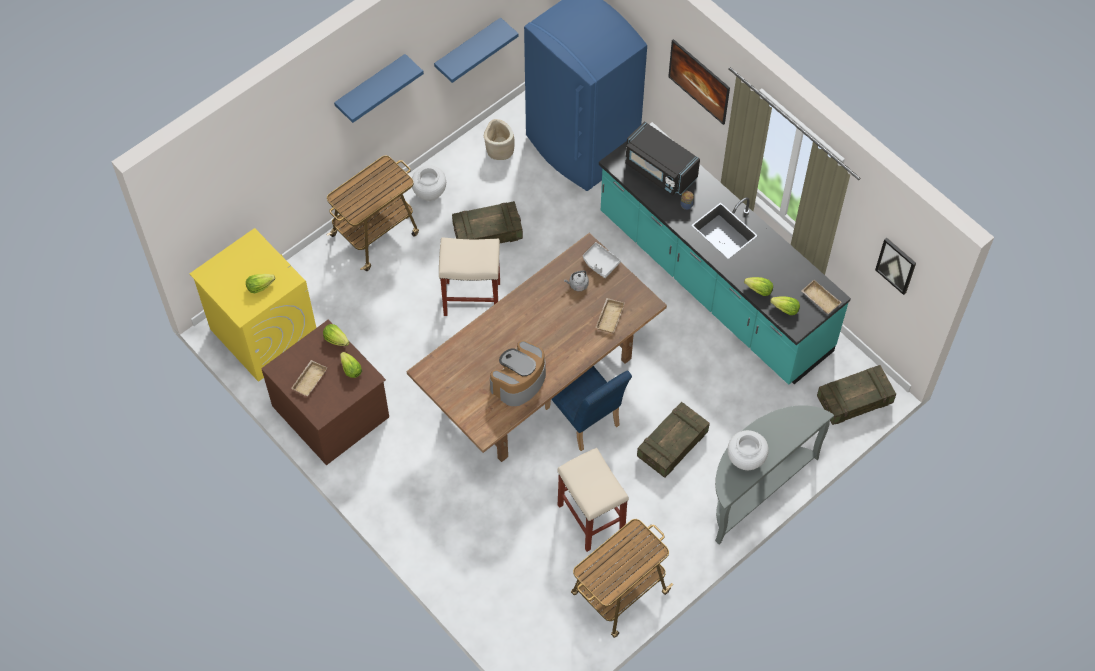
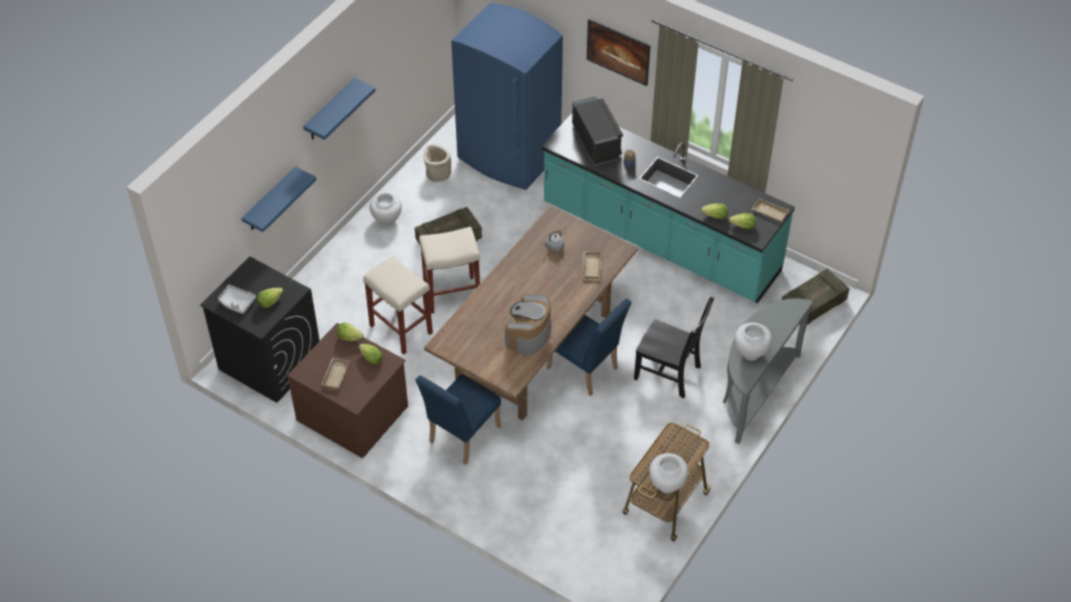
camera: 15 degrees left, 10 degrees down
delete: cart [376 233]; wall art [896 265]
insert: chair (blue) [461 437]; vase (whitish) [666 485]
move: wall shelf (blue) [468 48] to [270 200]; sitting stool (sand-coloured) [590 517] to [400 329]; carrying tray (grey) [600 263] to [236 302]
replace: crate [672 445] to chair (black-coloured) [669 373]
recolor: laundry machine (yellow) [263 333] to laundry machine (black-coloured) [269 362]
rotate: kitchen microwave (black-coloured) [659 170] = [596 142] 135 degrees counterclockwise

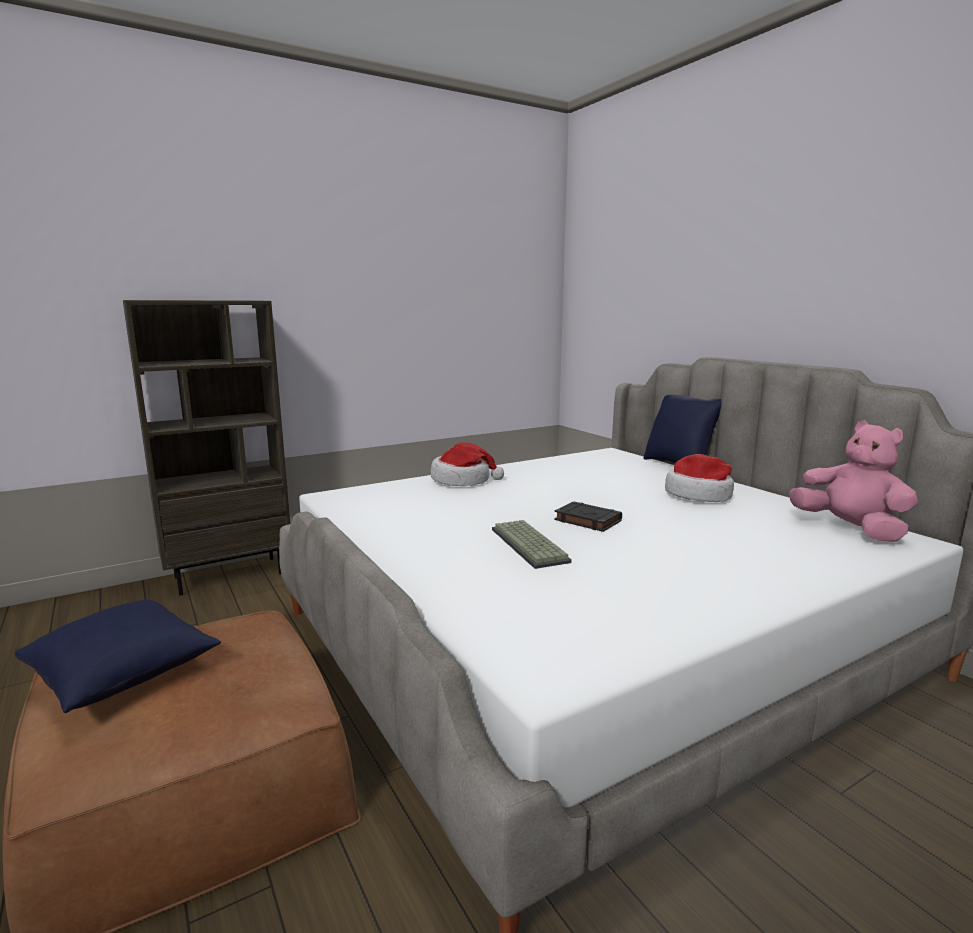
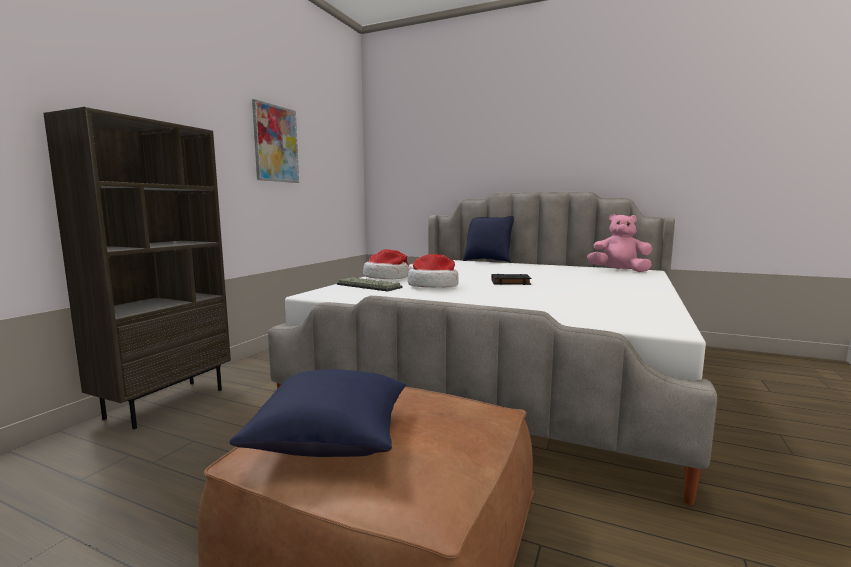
camera: 35 degrees left, 5 degrees down
insert: wall art [275 144]
move: keyboard [531 545] to [370 286]; hat [699 495] to [433 286]

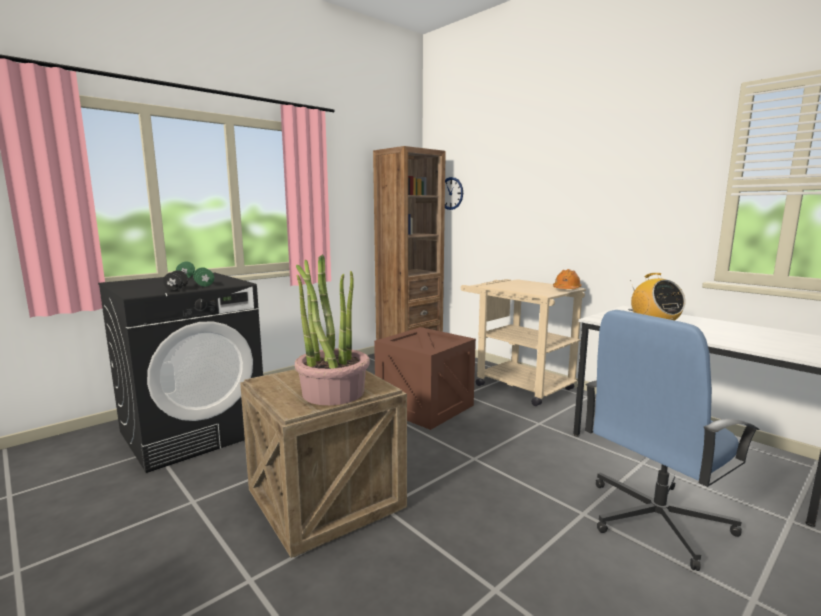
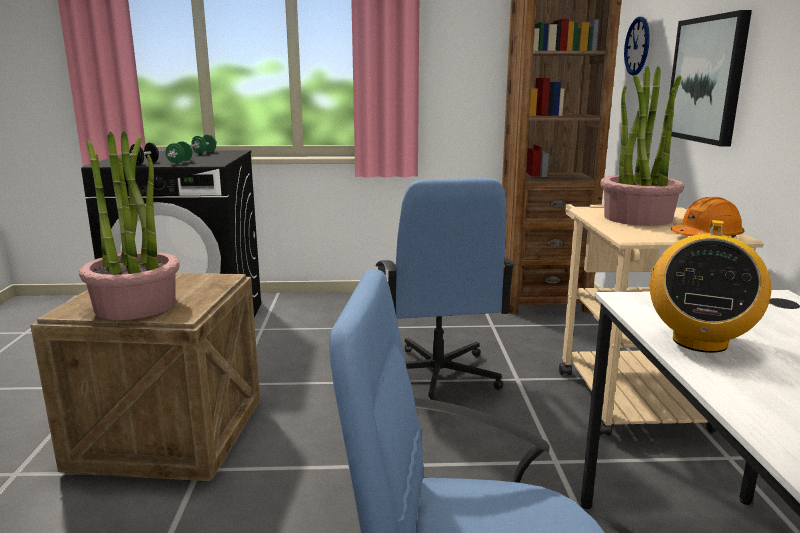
camera: 40 degrees right, 5 degrees up
insert: houseplant [637 218]; wall art [707 79]
replace: crate [424 406] to computer chair (blue) [437 376]

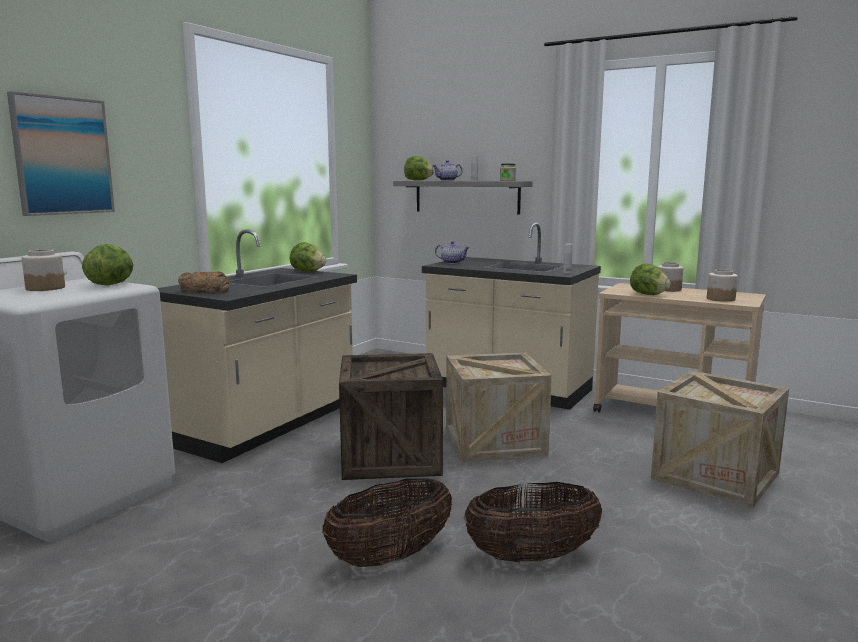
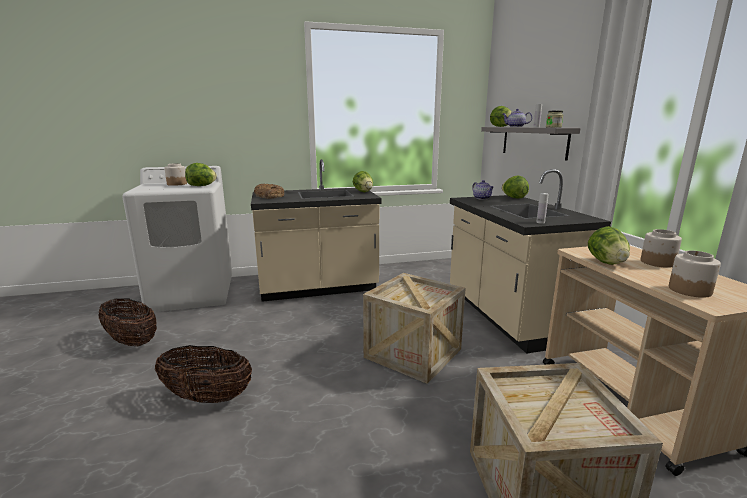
camera: 45 degrees right, 5 degrees up
delete: wall art [62 156]; crate [390 457]
insert: head of lettuce [514 198]
move: basket [532 556] to [132 341]

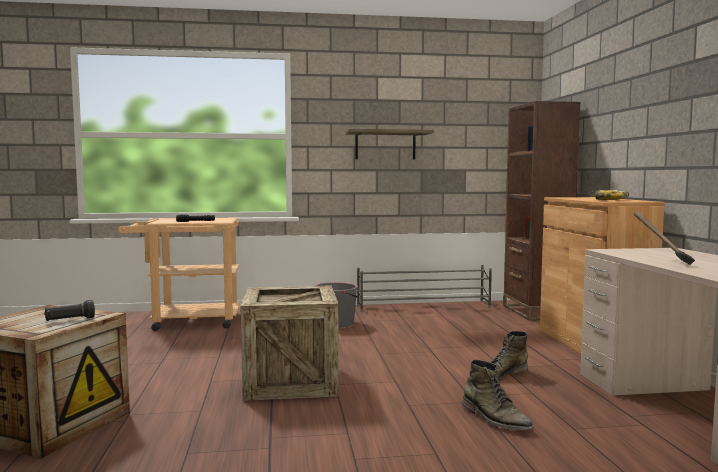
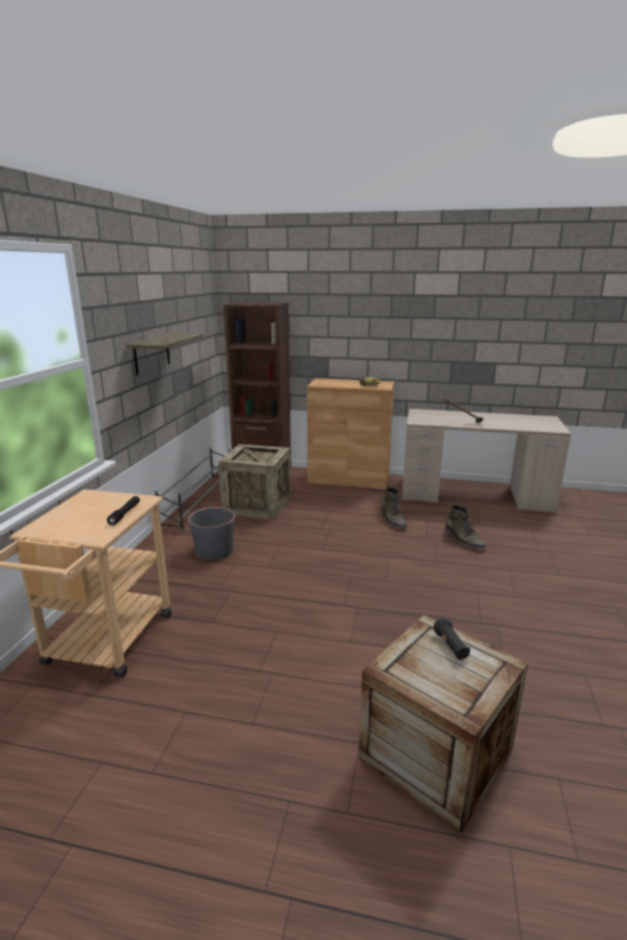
camera: 70 degrees left, 15 degrees up
move: crate [290 381] to [257 505]
rotate: boot (greenish) [495 419] = [463 540] 75 degrees clockwise

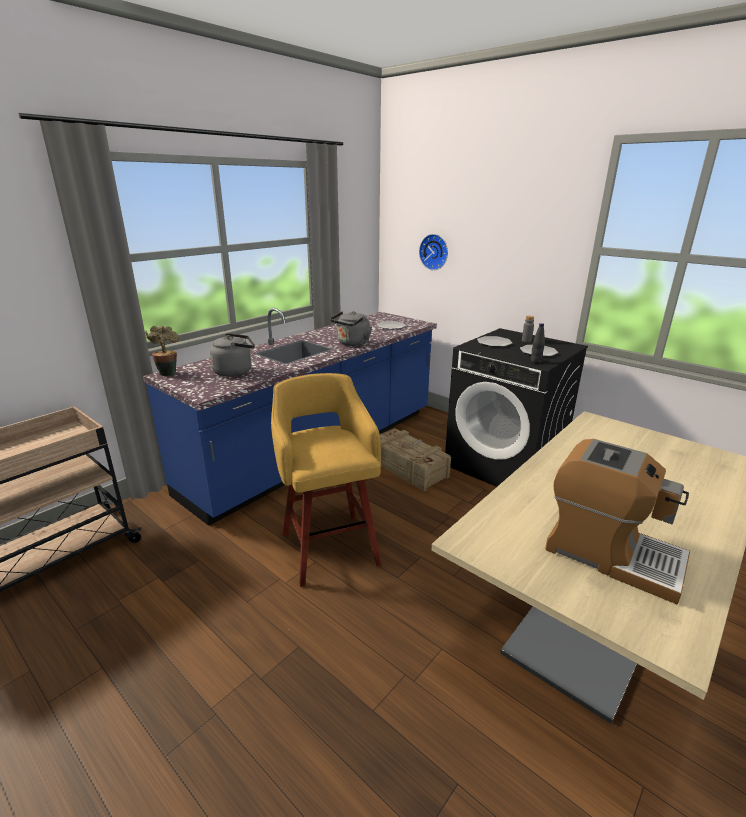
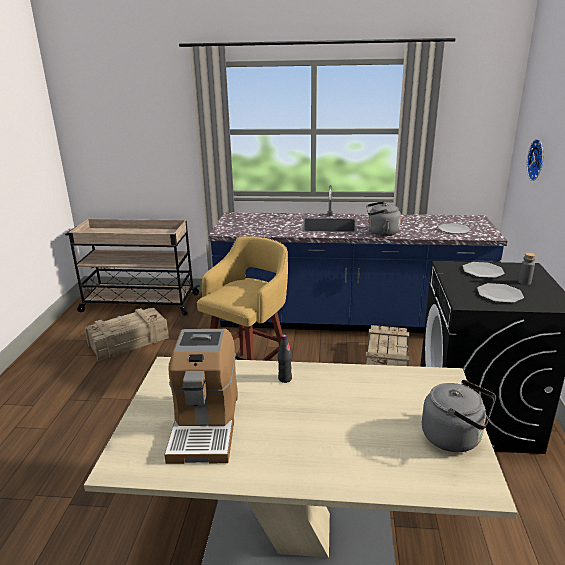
camera: 55 degrees right, 0 degrees up
delete: houseplant [168 373]
insert: crate [128 342]
move: kettle (grey) [235 371] to [455 438]; drink bottle (black-coloured) [535 361] to [285 379]

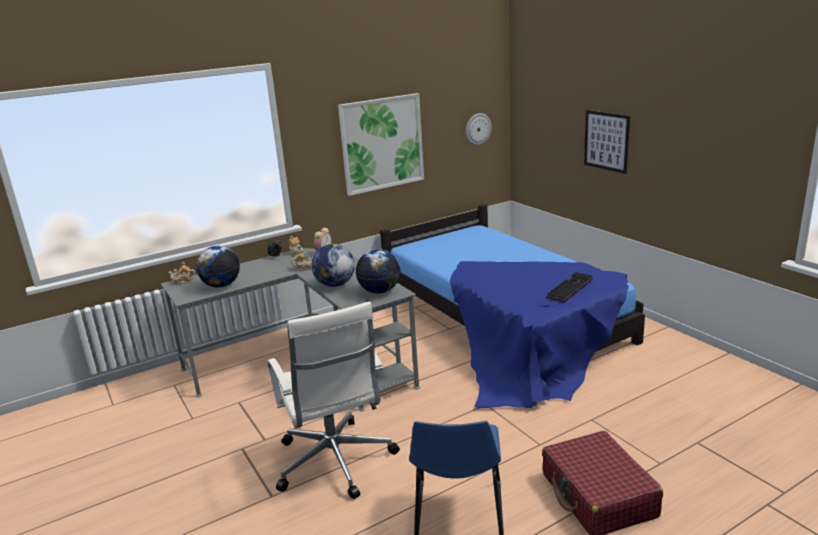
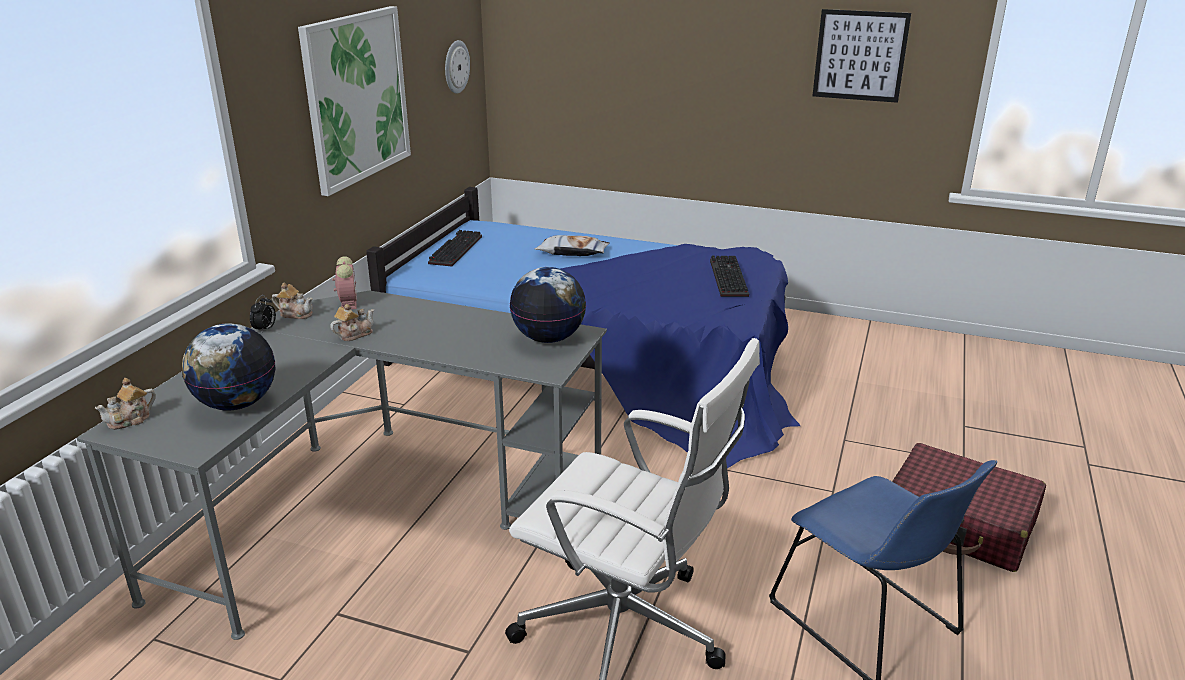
camera: 40 degrees left, 5 degrees up
delete: world globe [335 285]
insert: keyboard [455 249]; pillow [572 252]
move: wall art [606 141] to [860 55]

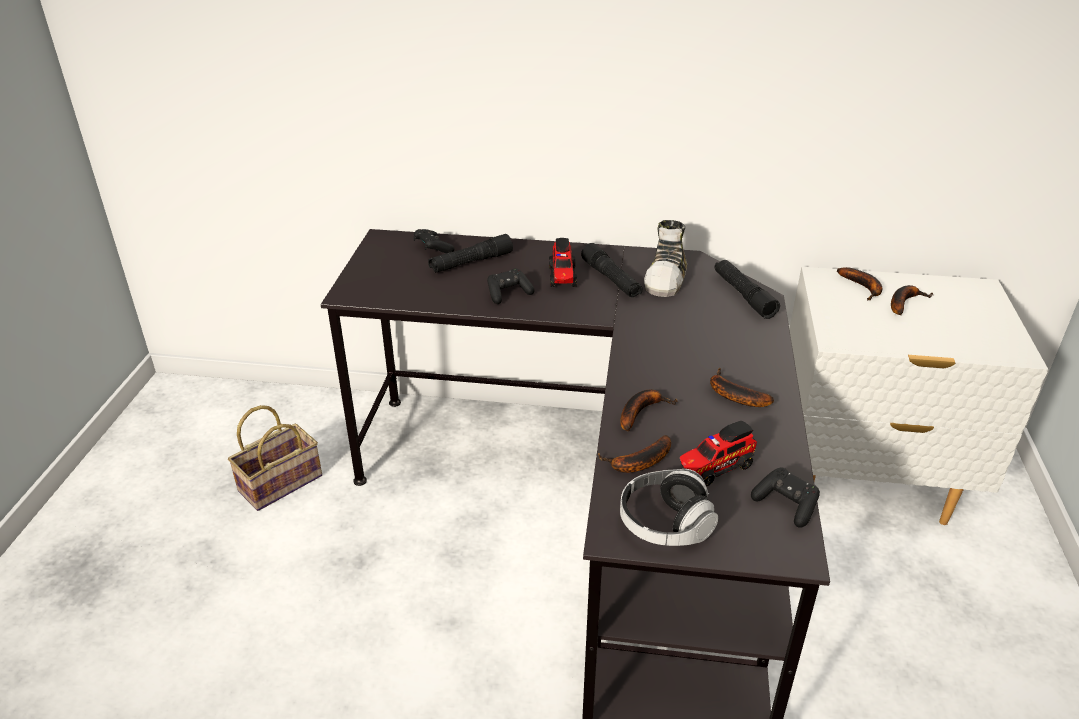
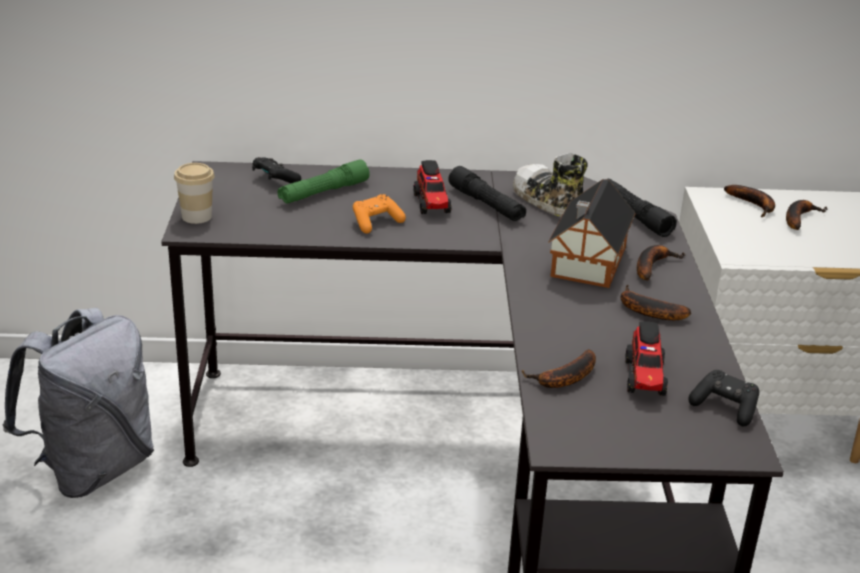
camera: 10 degrees left, 5 degrees down
delete: pair of headphones [665 524]
insert: cup [196 216]; model house [586 263]
move: banana fruit [641 411] to [652 266]
replace: basket [281 481] to backpack (grey) [93 468]
recolor: flashlight (black-coloured) [471 262] to flashlight (greenish) [323 192]; gamepad (black-coloured) [508 294] to gamepad (orangey) [376 222]
rotate: item of footwear [667 278] = [547 201] 135 degrees clockwise; toy lorry [714 468] = [644 379] 45 degrees counterclockwise

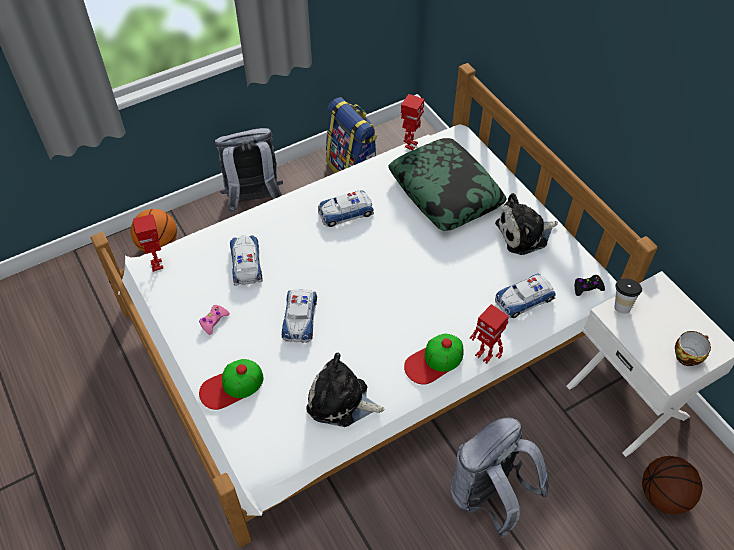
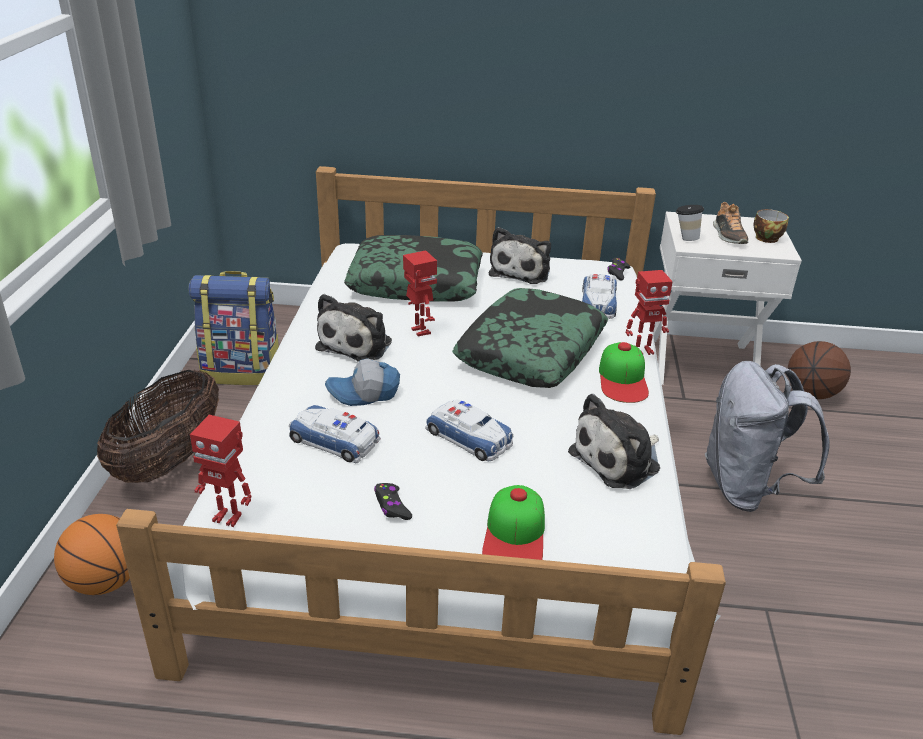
camera: 55 degrees left, 20 degrees down
insert: peaked cap [364 393]; pillow [531 351]; item of footwear [728 235]
move: robot figure [410 145] to [419 331]
replace: backpack (grey) [253 200] to basket [169 460]; miniature car [345 212] to plush toy [357 343]
recolor: gamepad (pinkish) [214 321] to gamepad (black-coloured) [392 506]

